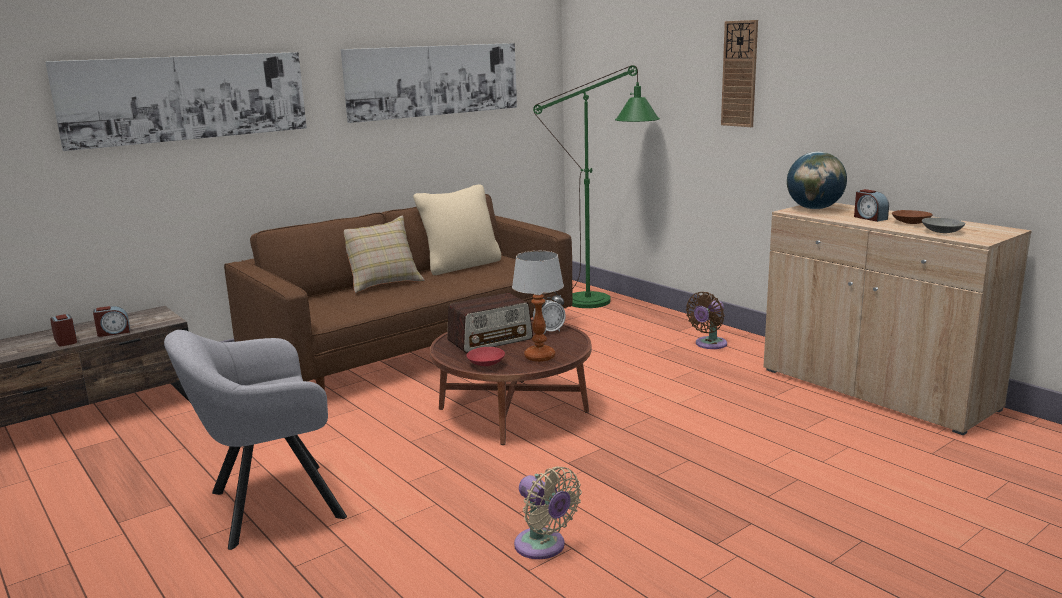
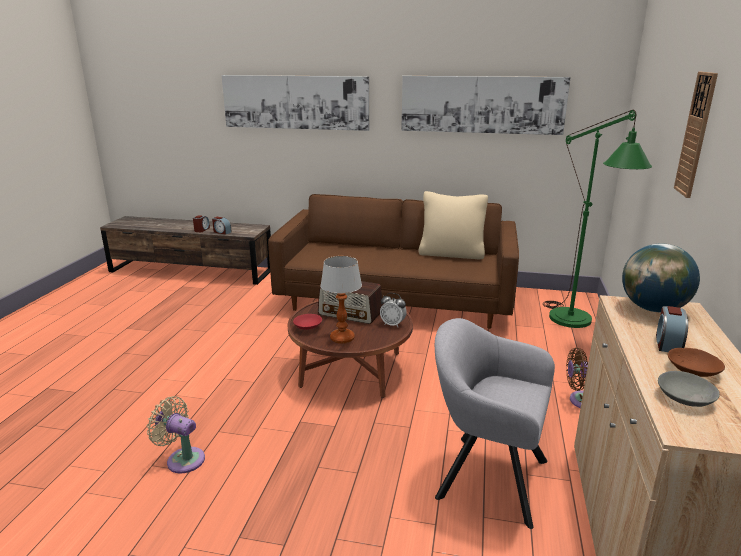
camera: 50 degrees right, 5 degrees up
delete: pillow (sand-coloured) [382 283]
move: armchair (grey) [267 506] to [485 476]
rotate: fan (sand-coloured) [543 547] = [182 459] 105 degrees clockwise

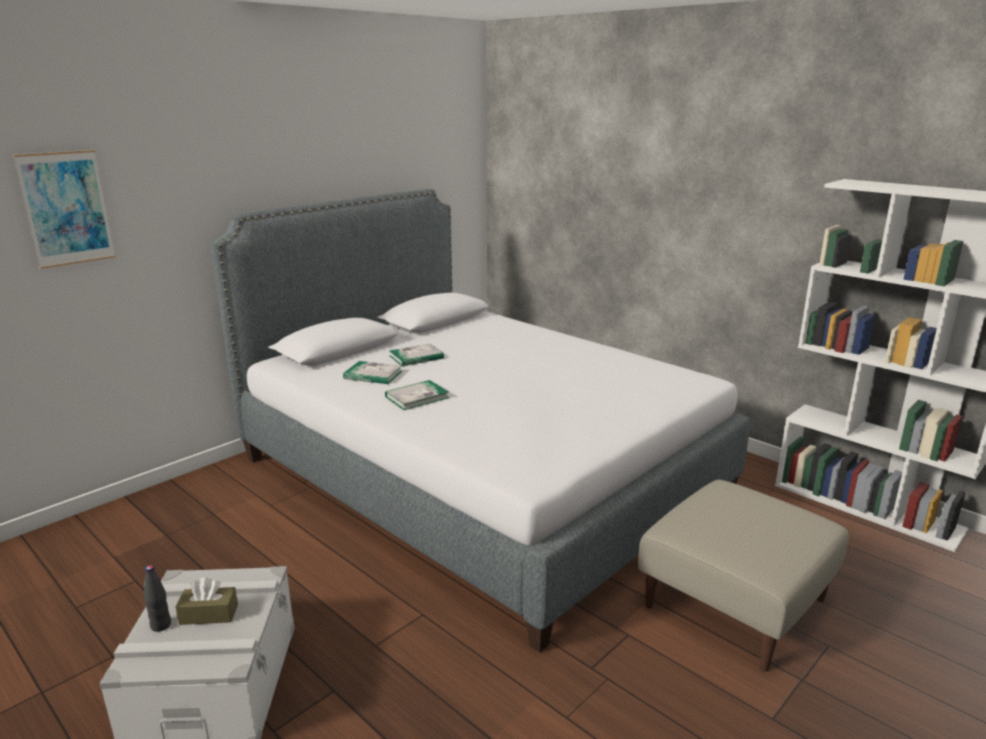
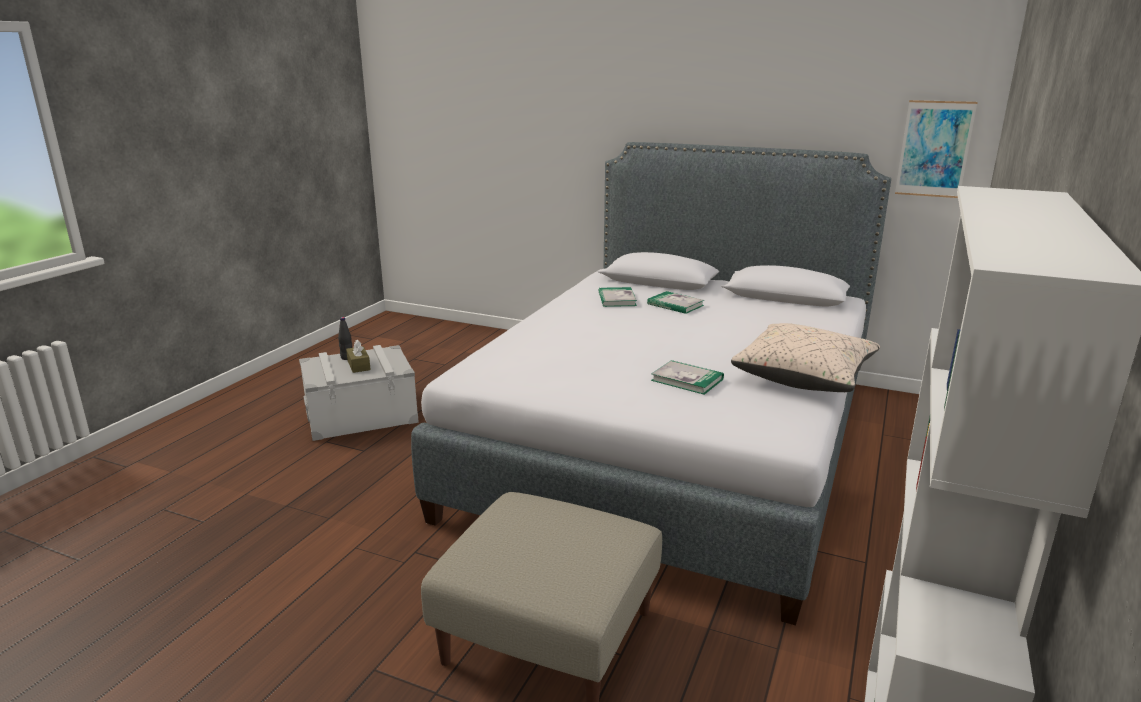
camera: 70 degrees right, 0 degrees up
insert: pillow (sand-coloured) [804 376]
move: wall art [66 208] to [934 149]; bound book [417 397] to [687 380]

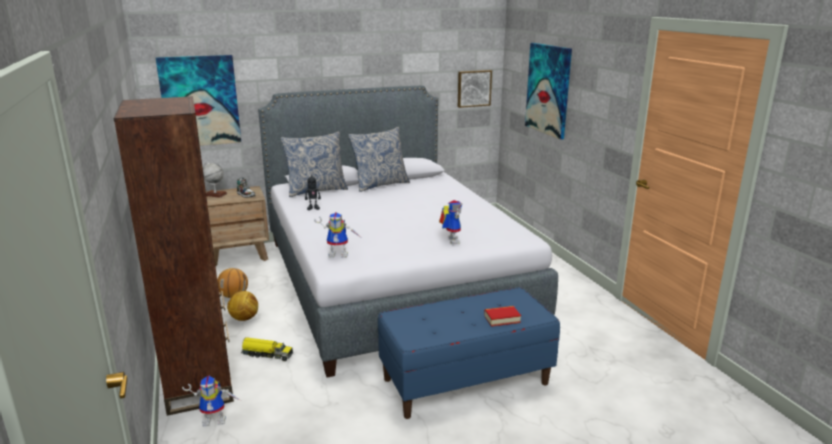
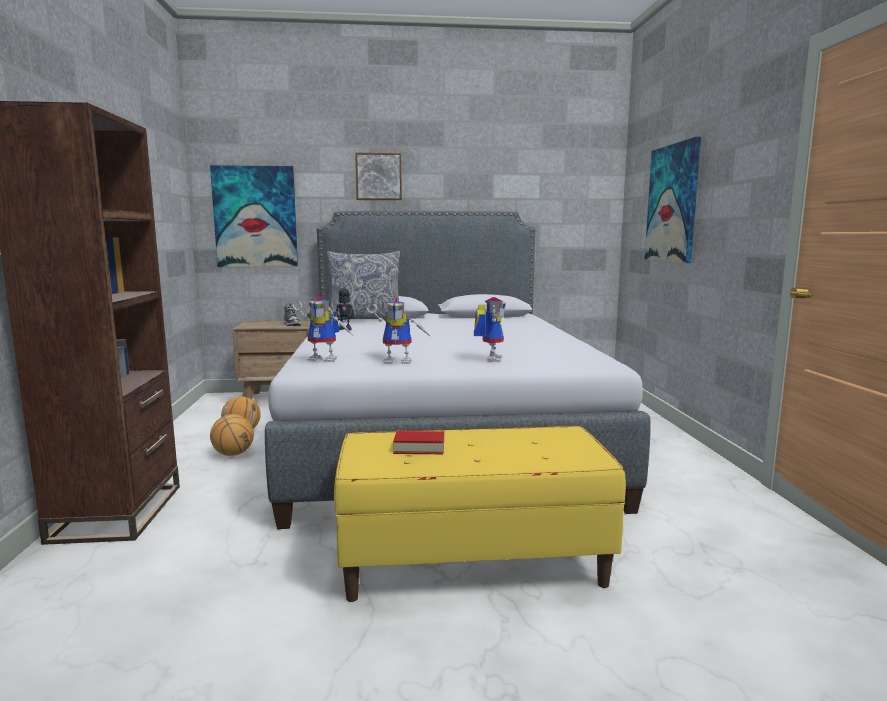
camera: 15 degrees right, 10 degrees down
delete: world globe [215 194]; toy lorry [267 354]; pillow [380 184]
move: robot figure [216 419] to [400 361]; wall art [473 88] to [378 177]; bound book [502 319] to [419 448]
replace: ball for football [244 319] to basketball [233 454]
recolor: long seat (blue) [465 381] to long seat (yellow) [473 562]

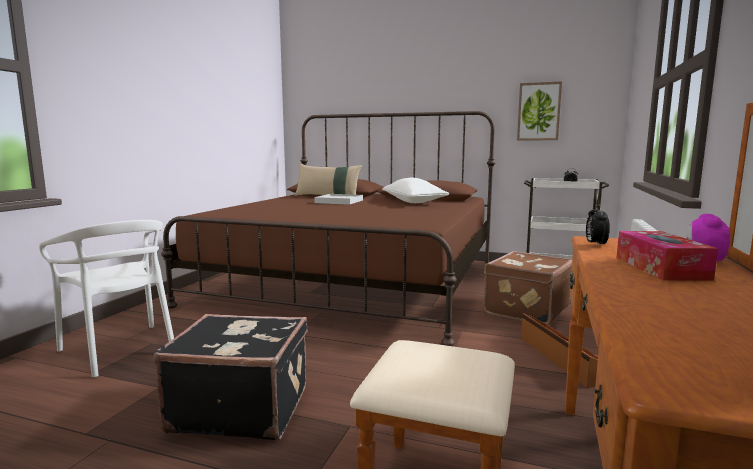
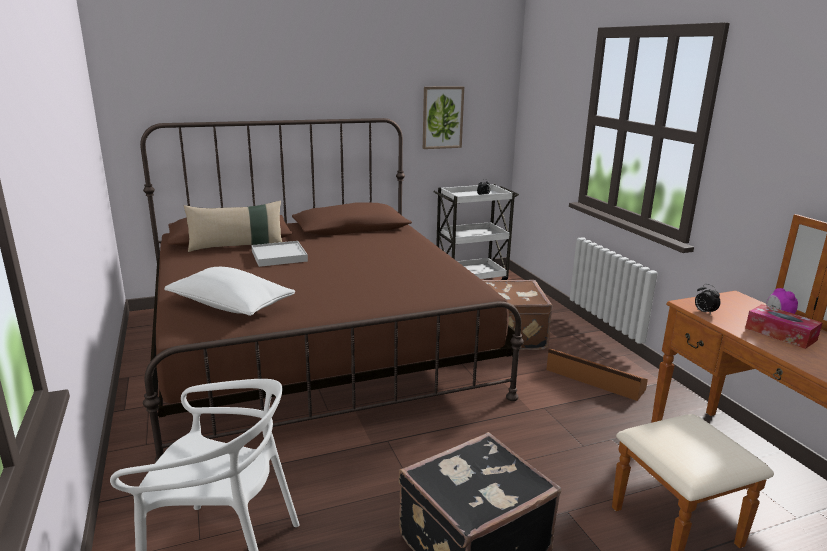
camera: 40 degrees left, 10 degrees up
move: pillow (whitish) [413 202] to [231 306]

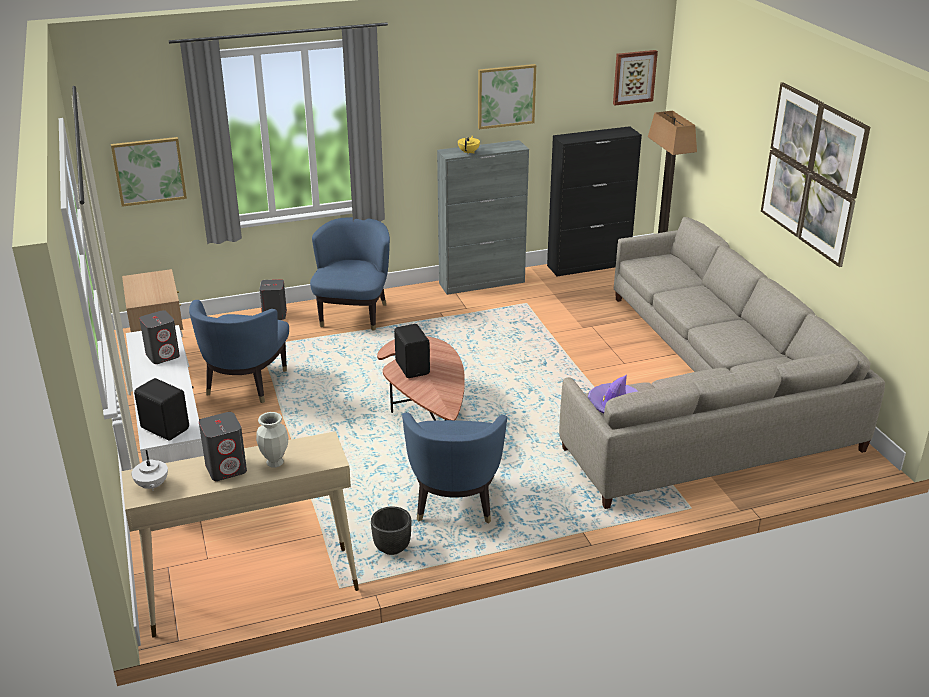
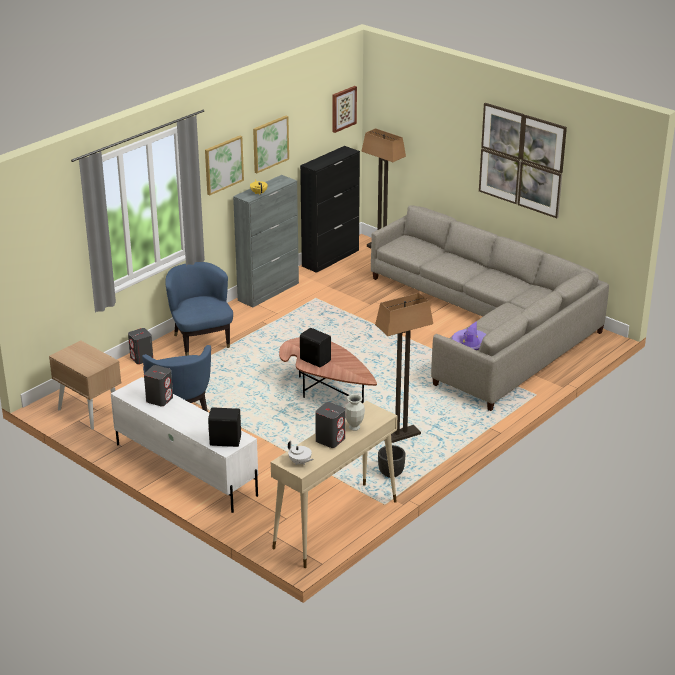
camera: 30 degrees left, 0 degrees up
move: wall art [149 171] to [223 164]
replace: armchair (blue) [455 501] to floor lamp [400 436]

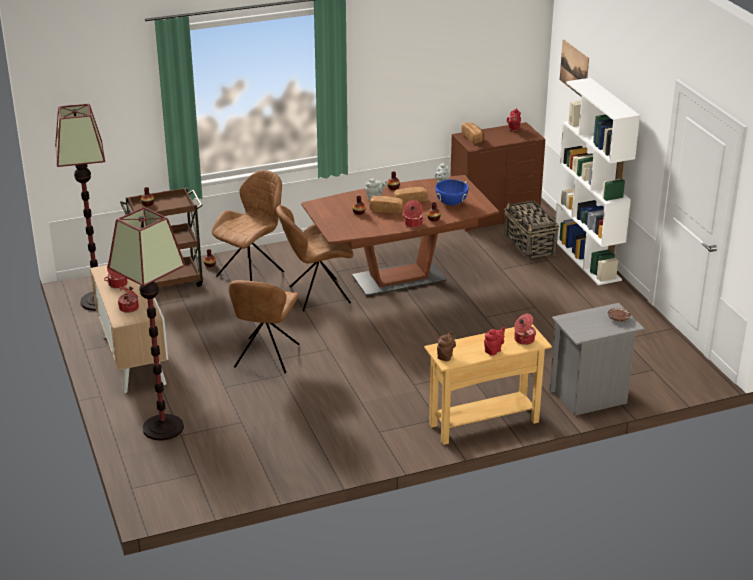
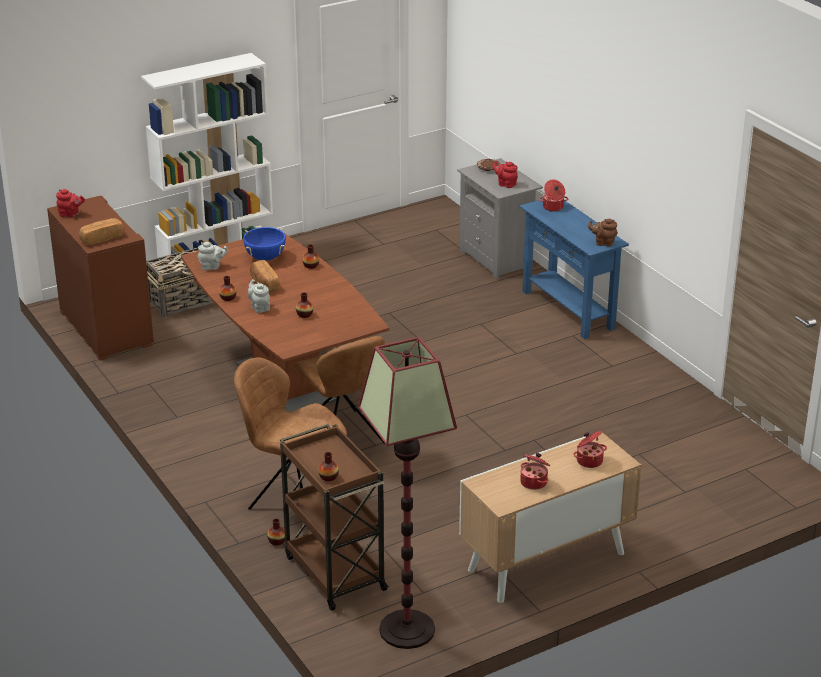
camera: 100 degrees left, 0 degrees up
delete: floor lamp [162 428]; chair (brownish) [266 357]; baked bread [387 210]; cooking pot [413 224]; wall art [574 69]
move: pot for tea (red) [493 350] to [505 184]
recolor: console table (sand-coloured) [484 423] to console table (blue) [568 310]

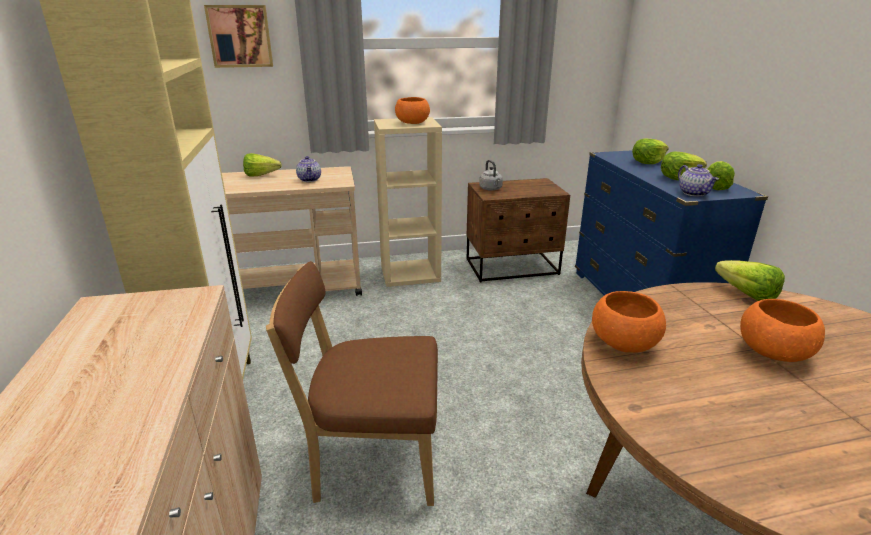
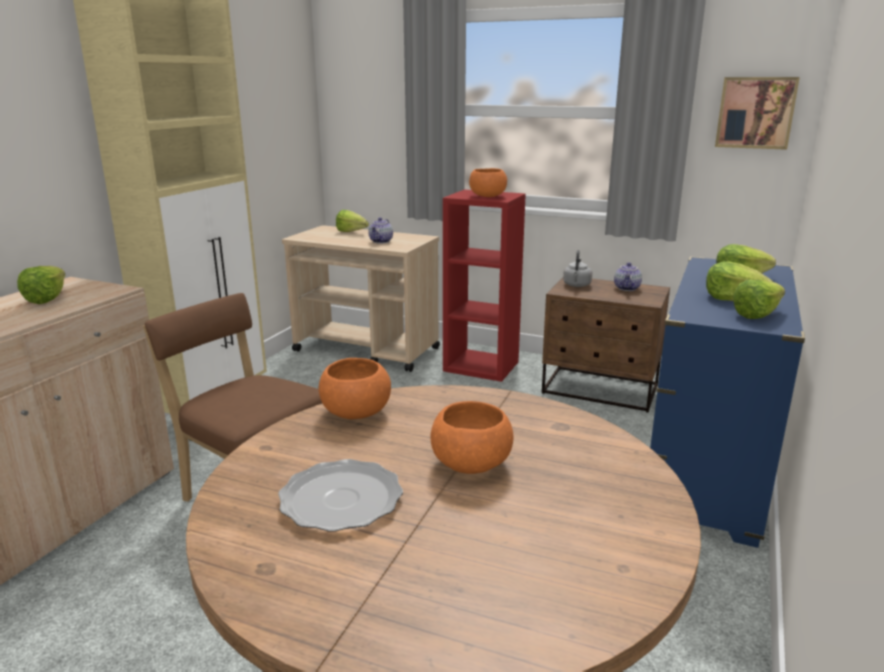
camera: 35 degrees right, 5 degrees down
insert: plate [340 500]
move: wall art [240 36] to [755 112]; pot for tea [694 193] to [627 288]; head of lettuce [742 293] to [51 297]
recolor: bookshelf (sand-coloured) [410 273] to bookshelf (red) [482 366]

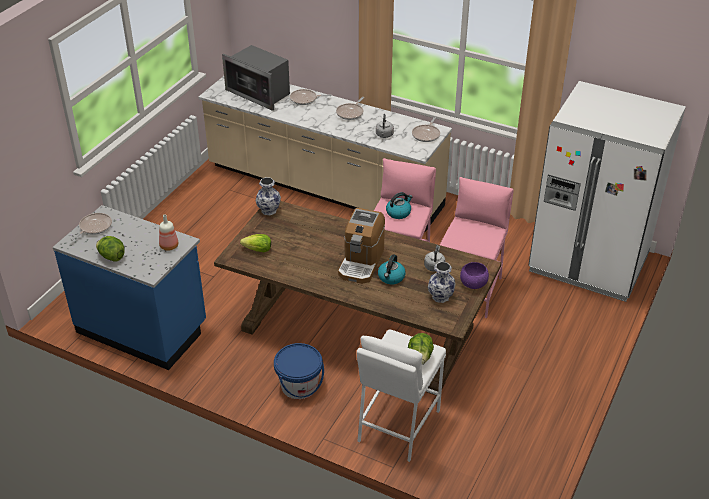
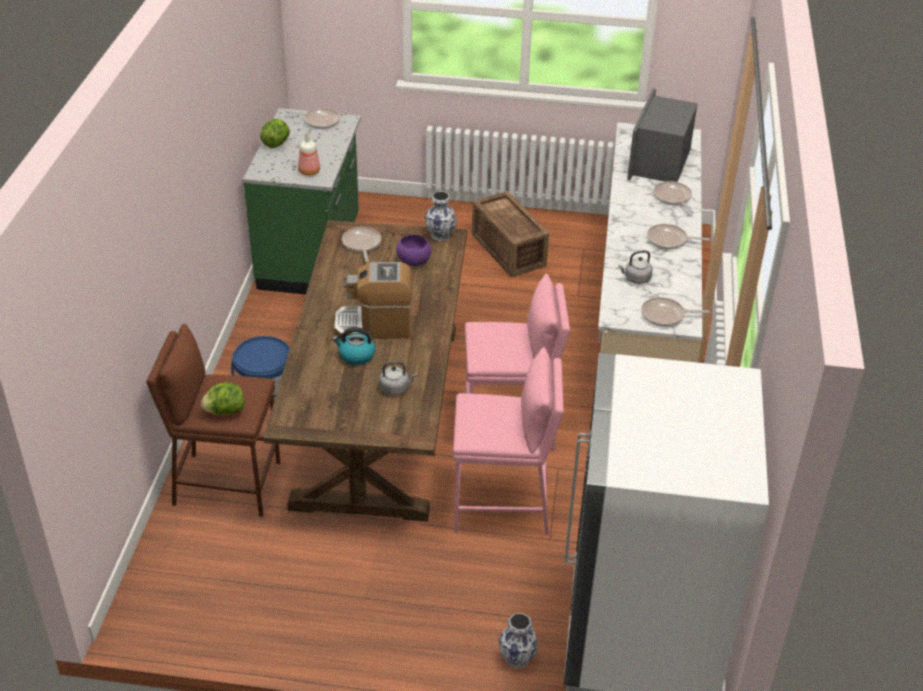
camera: 70 degrees right, 0 degrees up
delete: kettle [398 212]
insert: crate [508 251]
move: vase [440 297] to [516 658]; bowl (purple) [473 284] to [413 261]
replace: head of lettuce [258 250] to pan [361 244]
recolor: kitchen counter (blue) [143 328] to kitchen counter (greenish) [311 255]; sitting stool (whitish) [397 425] to sitting stool (brownish) [226 483]

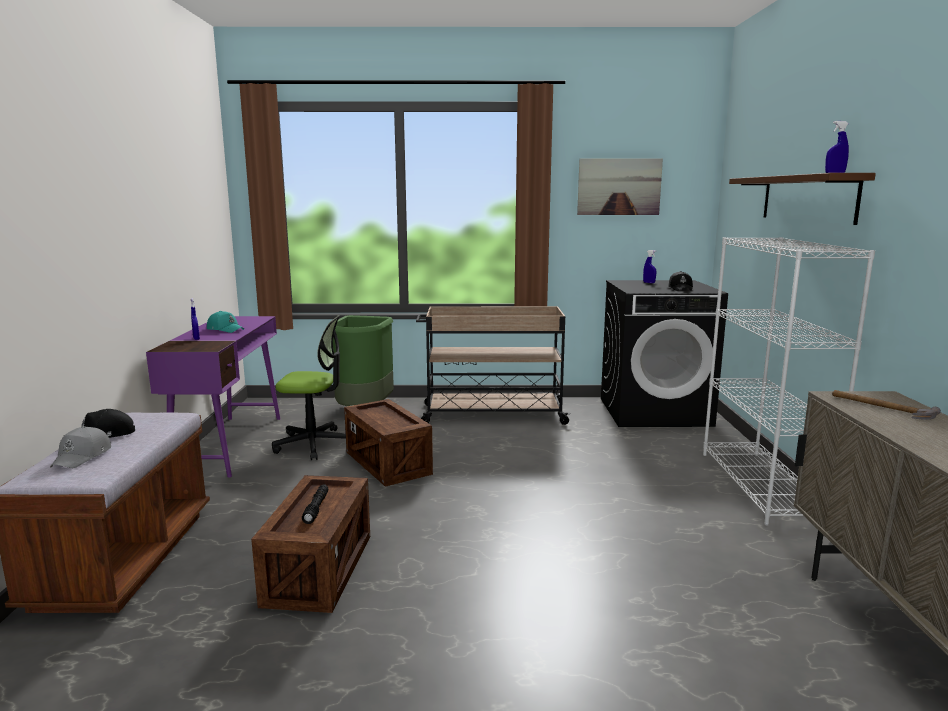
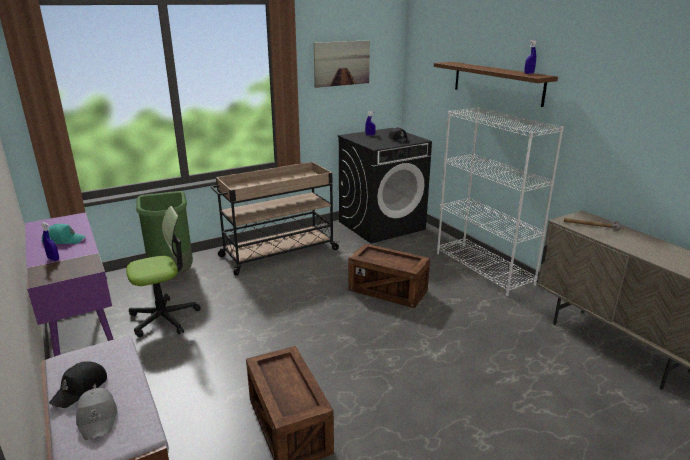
camera: 30 degrees left, 10 degrees up
delete: flashlight (black-coloured) [316 508]
move: crate [388 464] to [388 291]

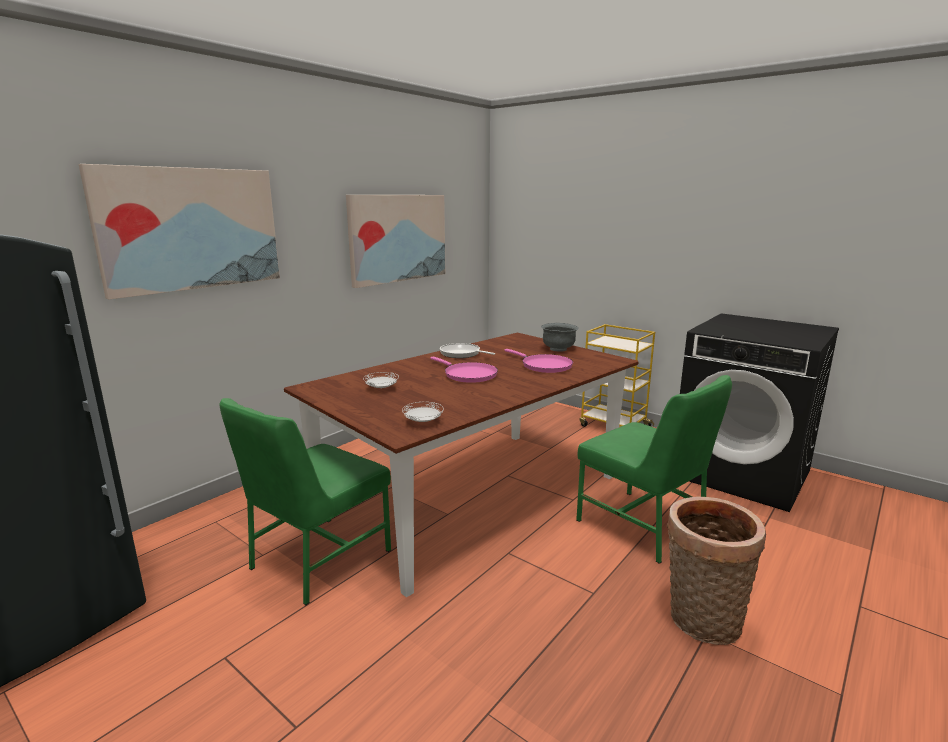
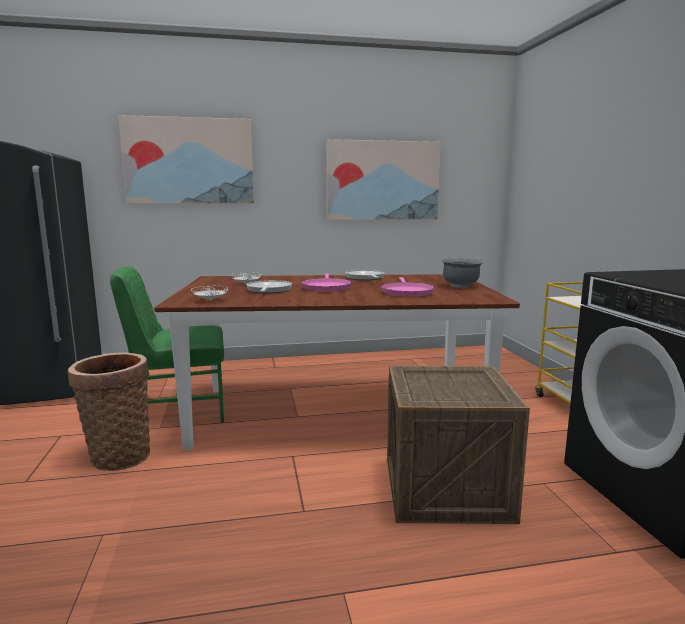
camera: 40 degrees right, 5 degrees down
insert: pan [268 290]
move: basket [701 621] to [118 456]
replace: chair (greenish) [642 526] to crate [446 488]

